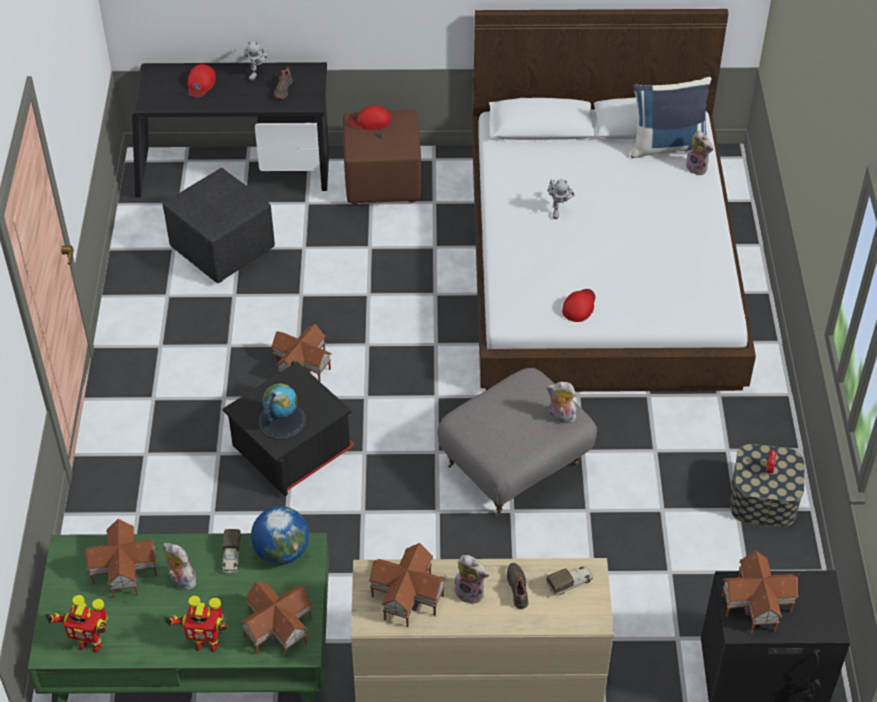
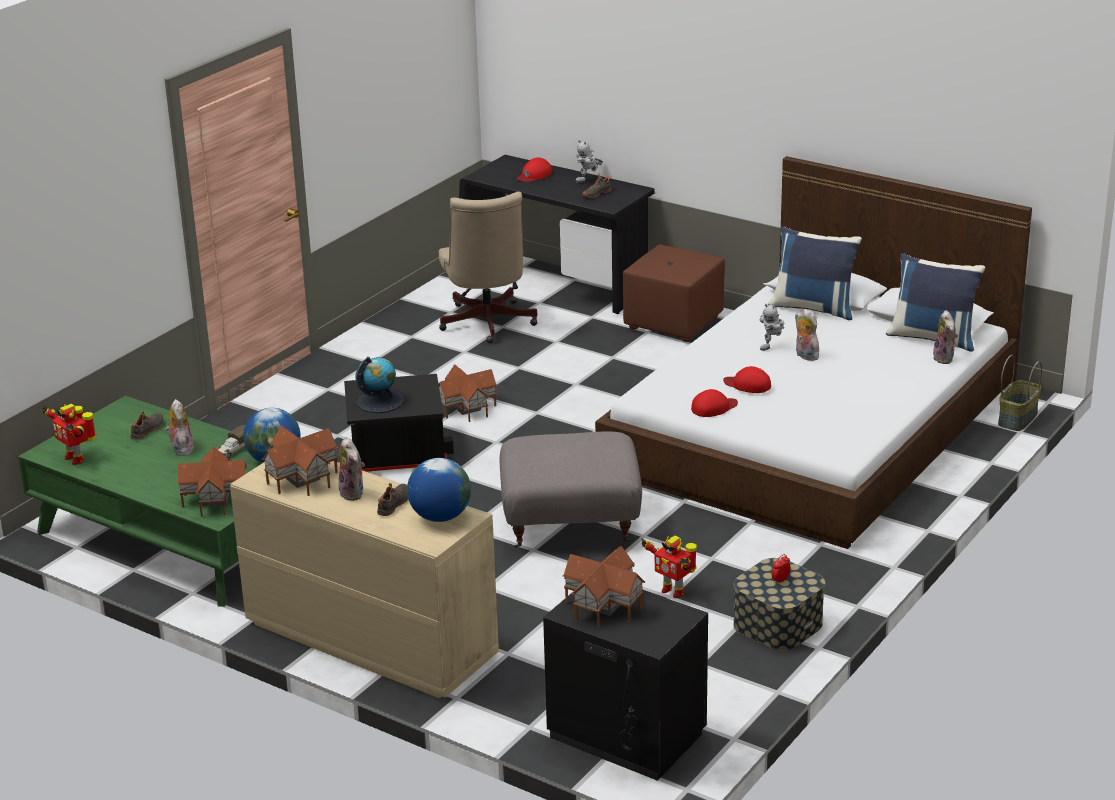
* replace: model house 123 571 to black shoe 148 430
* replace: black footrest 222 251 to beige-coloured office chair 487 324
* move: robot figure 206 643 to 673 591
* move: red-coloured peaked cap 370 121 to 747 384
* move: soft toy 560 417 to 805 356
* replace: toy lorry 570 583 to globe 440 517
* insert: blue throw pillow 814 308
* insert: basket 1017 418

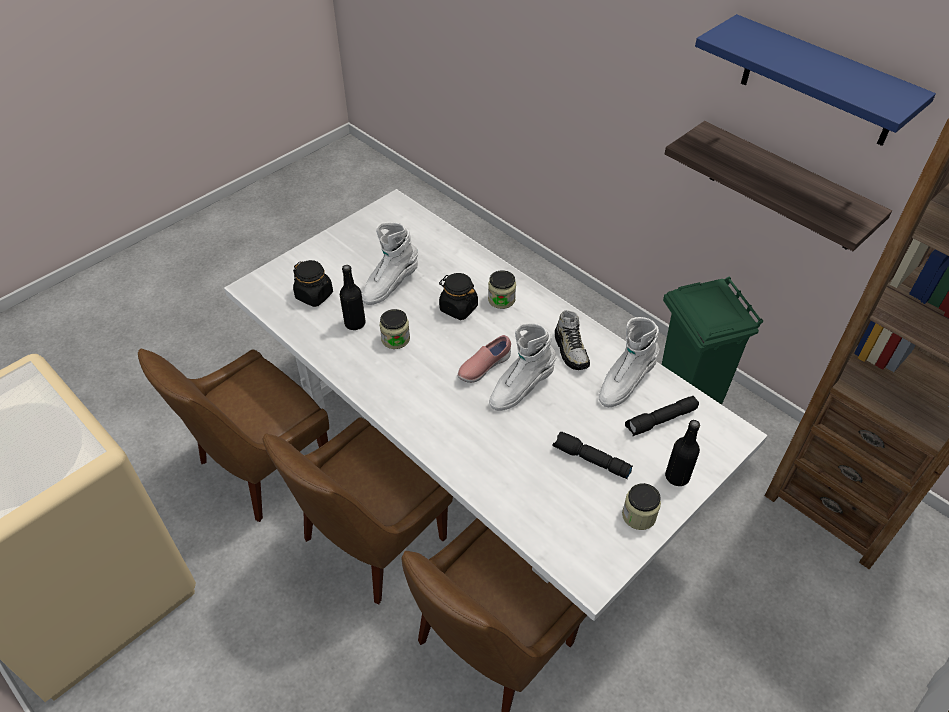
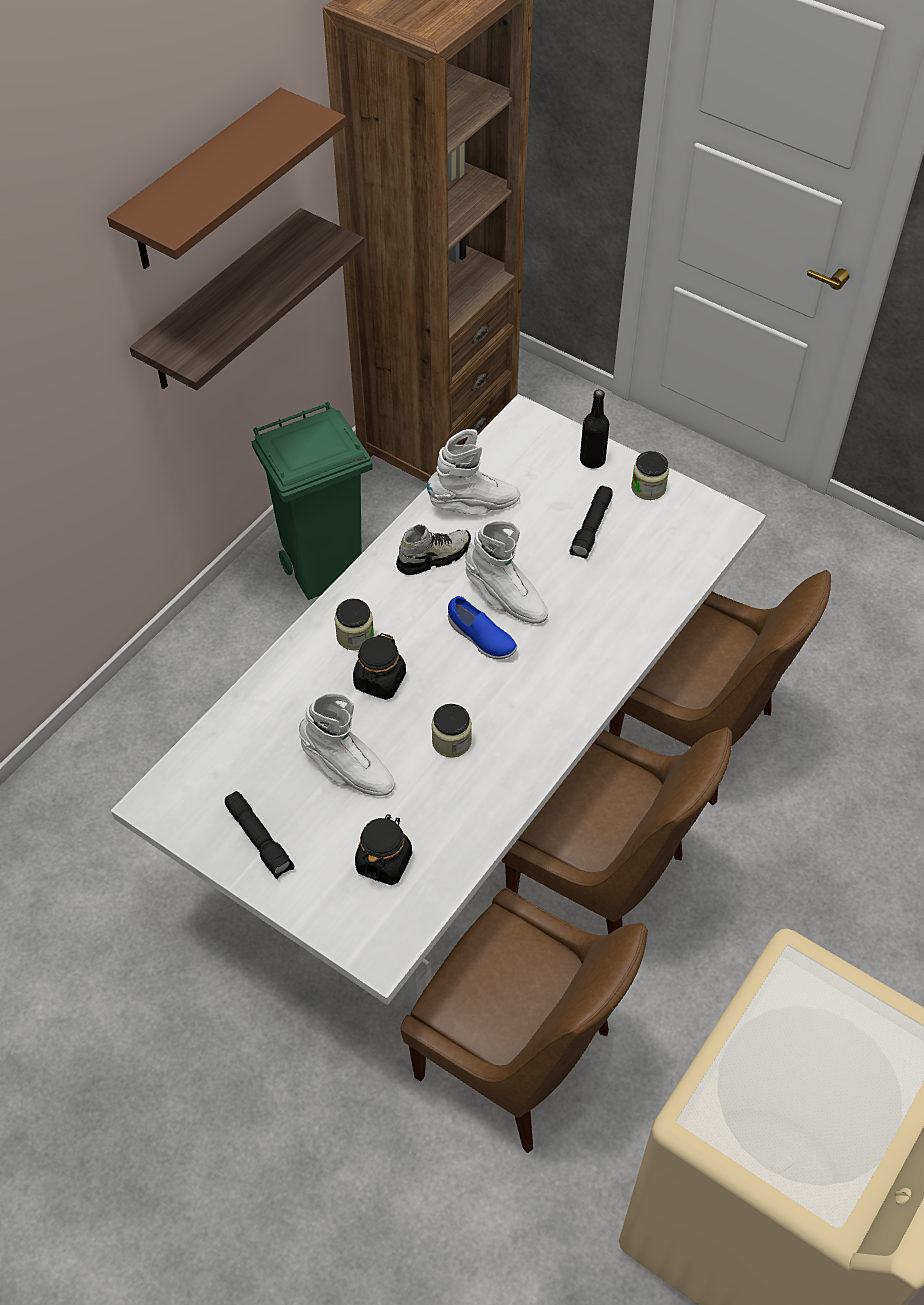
* delete: black drink bottle 355 323
* recolor: pinkish shoe 483 367 to blue shoe 480 639
* rotate: white boot 625 383 = 474 505 45 degrees counterclockwise
* move: black torch 661 421 to 260 839
* recolor: blue wall shelf 819 82 to brownish wall shelf 202 183

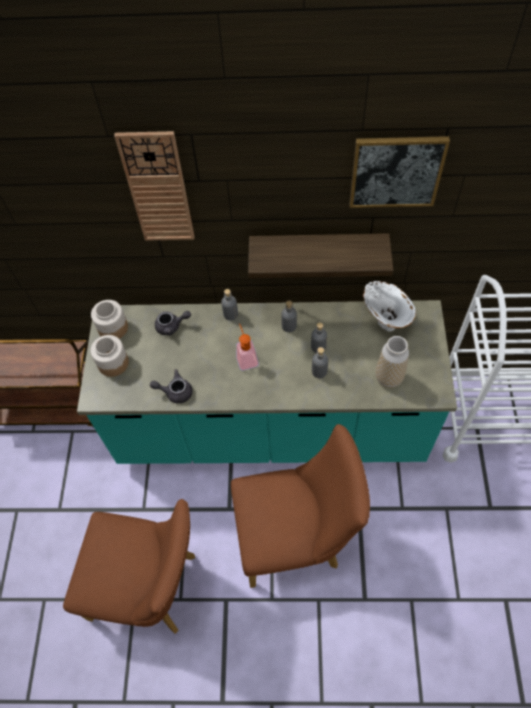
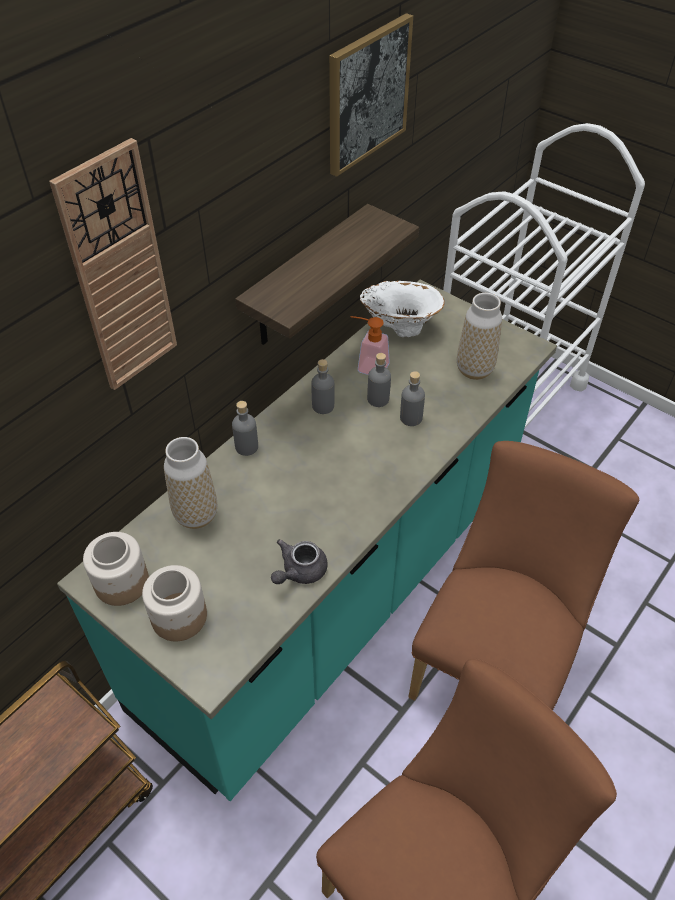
* replace: greyish pot for tea 172 326 to vase 196 515
* move: soap dispenser 246 358 to 367 366

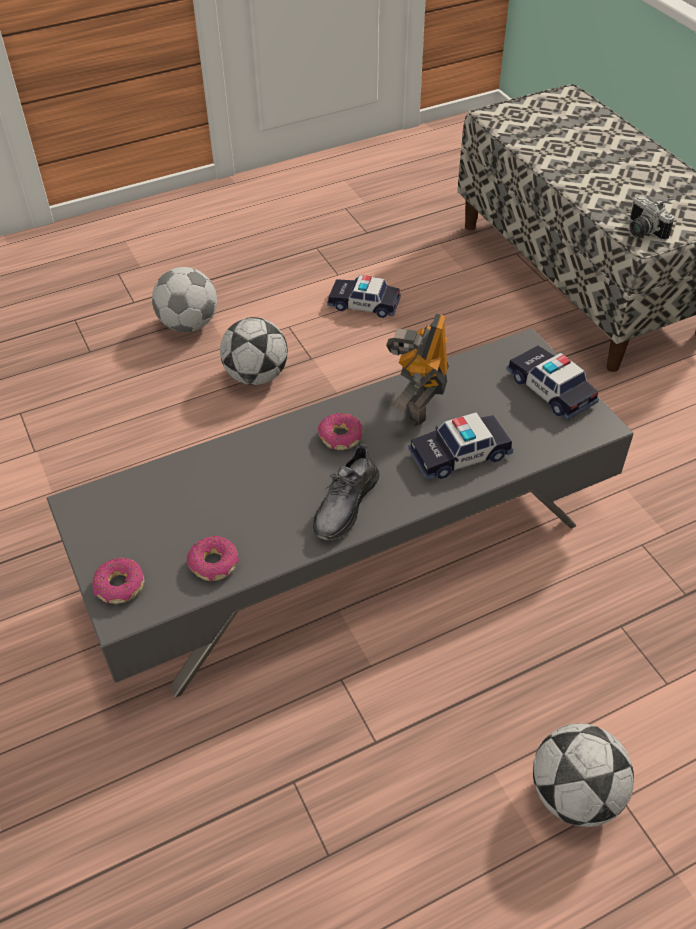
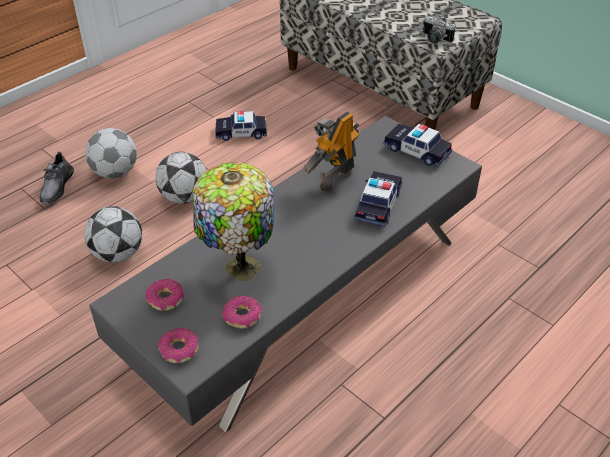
* move: greyish shoe 345 504 to 56 187
* move: ring doughnut 340 437 to 165 299
* rotate: robot figure 418 404 = 334 179 45 degrees clockwise
* rotate: model car 459 454 = 378 204 150 degrees clockwise
* move: ball for football 574 794 to 118 254
* insert: tabletop lamp 239 268

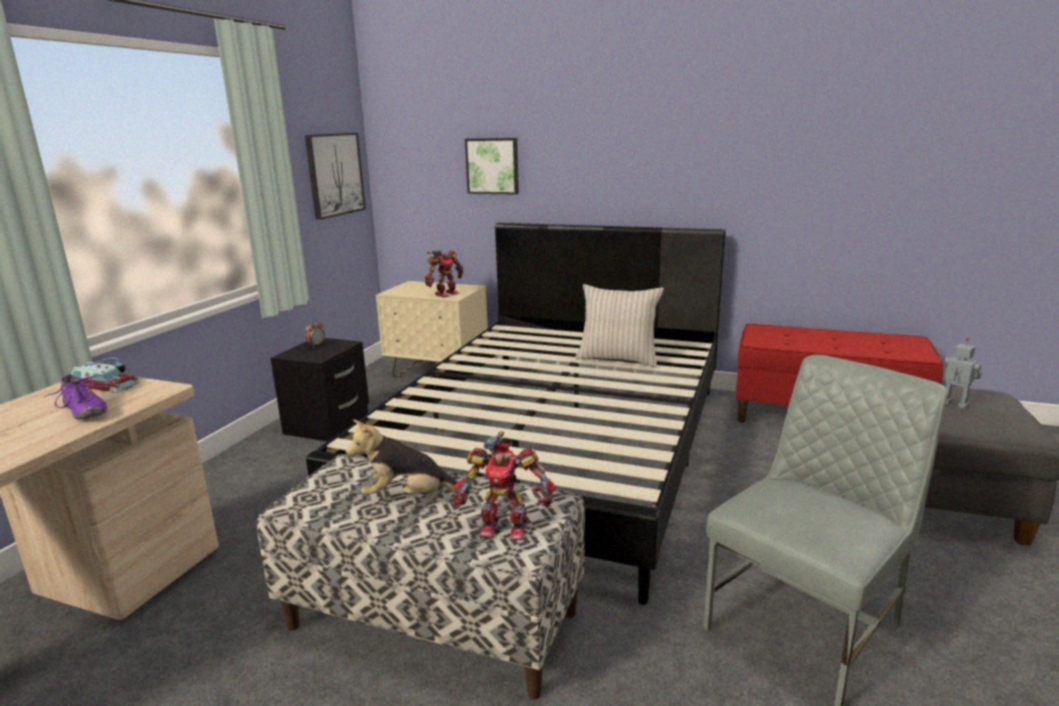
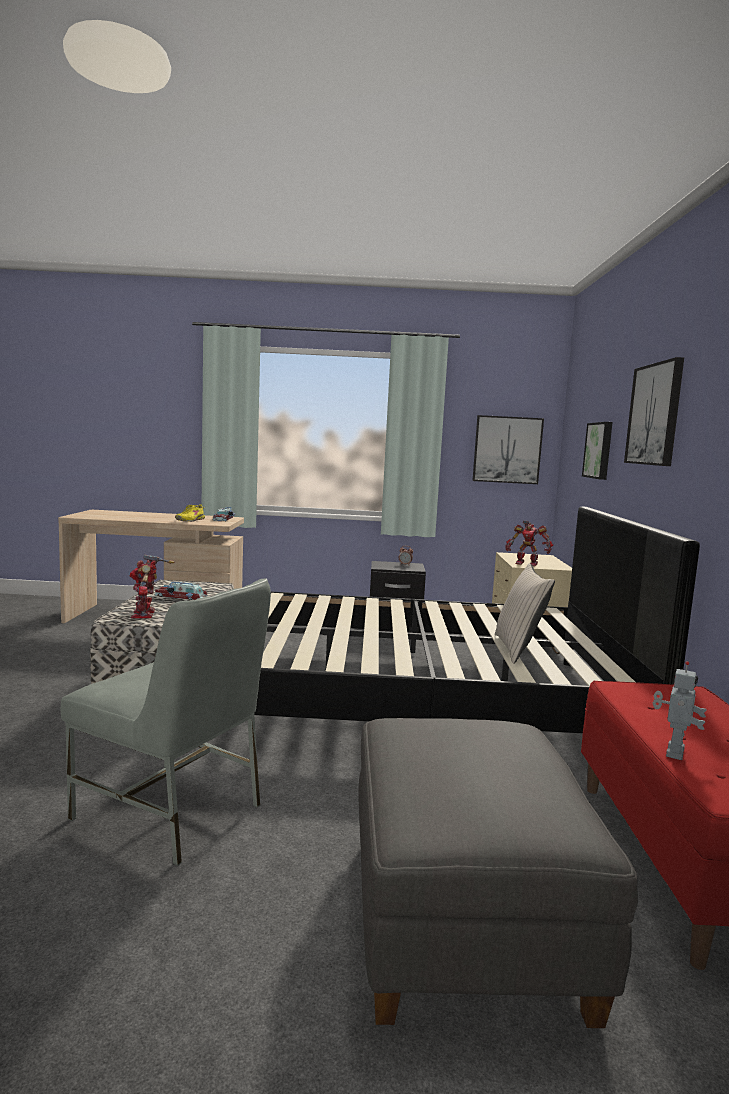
* recolor: purple-coloured shoe 84 411 to yellow-coloured shoe 190 520
* replace: soft toy 408 497 to model car 181 597
* move: robot figure 953 405 to 673 752
* insert: wall art 655 414

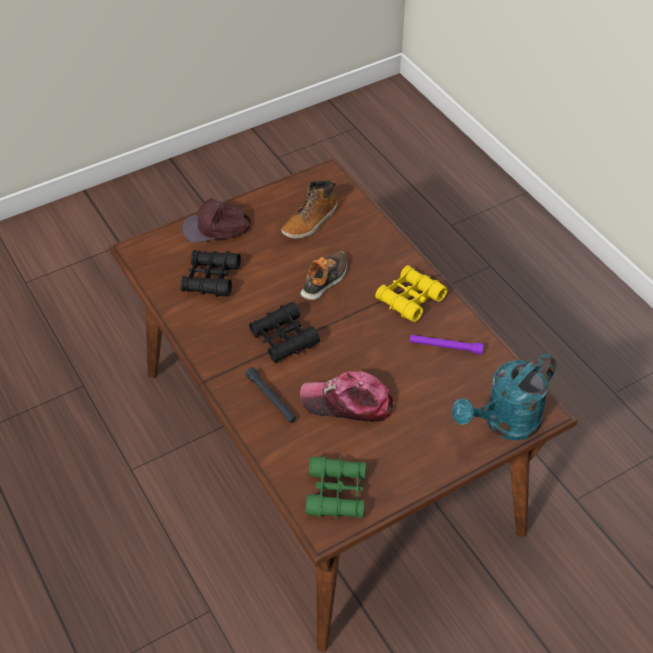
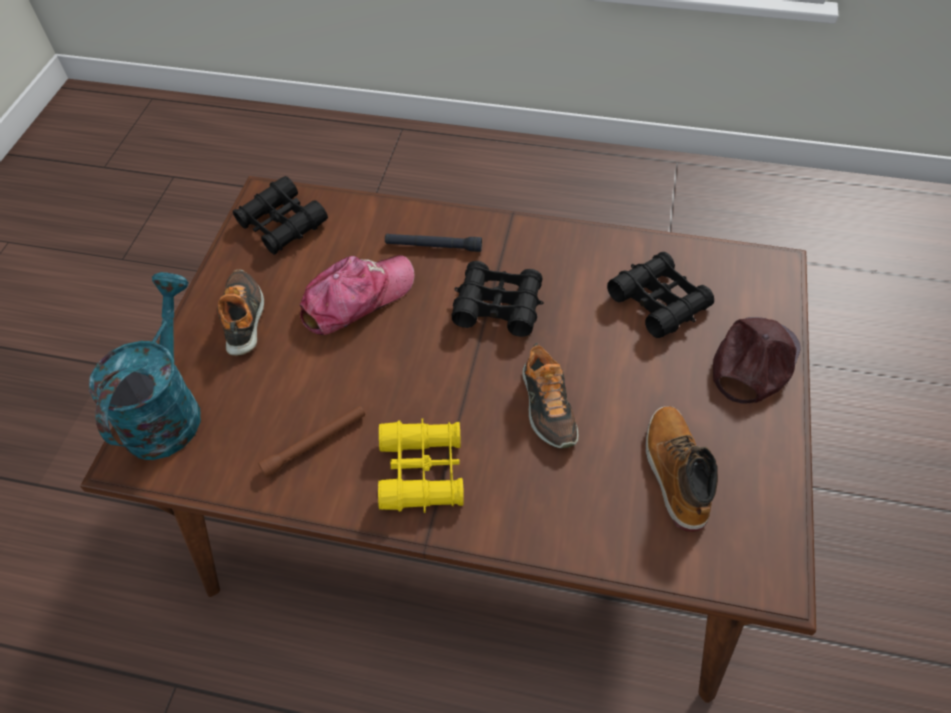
* recolor: green pair of binoculars 336 493 to black pair of binoculars 282 224
* recolor: purple-coloured torch 445 347 to brownish torch 315 443
* insert: shoe 244 317

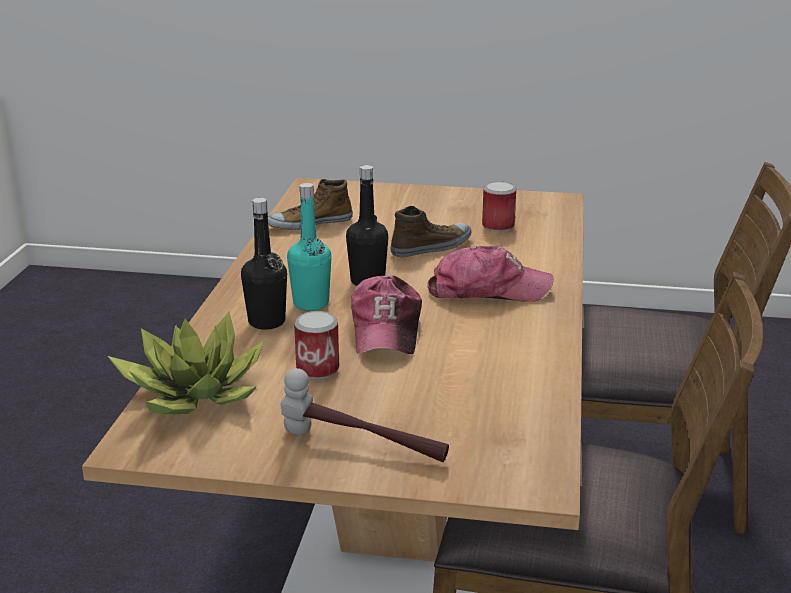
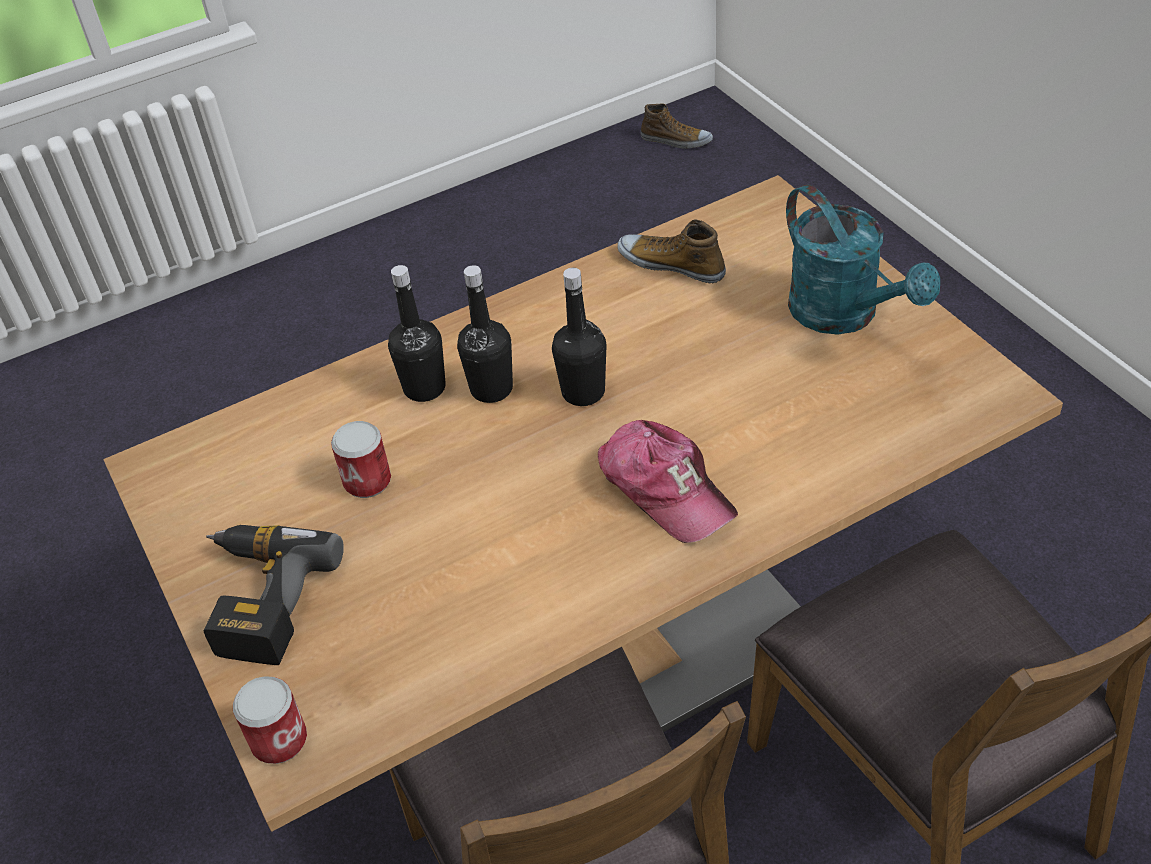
* delete: plant in a pot 192 394
* replace: hand hammer 362 447 to drill 258 600
* recolor: turquoise-coloured drink bottle 311 303 to black drink bottle 491 389
* delete: peaked cap 386 330
* move: shoe 432 247 to 676 140
* move: metal can 498 226 to 279 740
* insert: turquoise-coloured watering pot 845 315

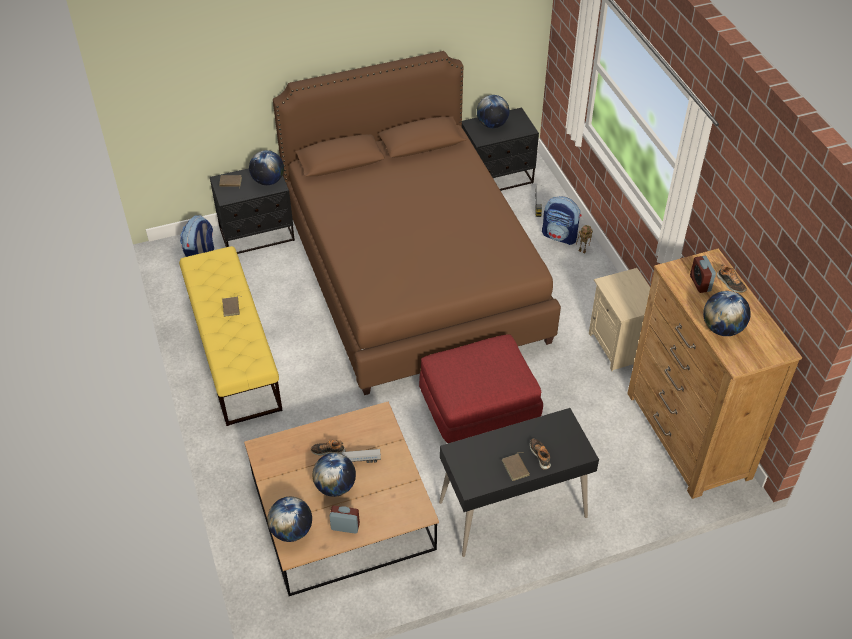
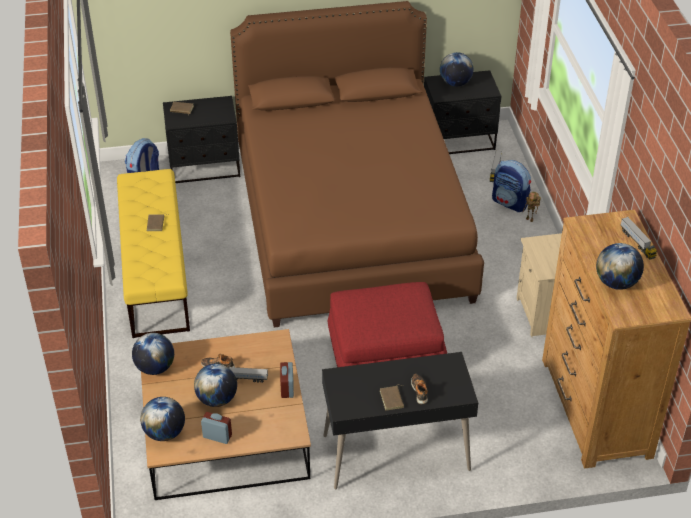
* move: globe 268 181 to 155 368
* move: table clock 700 283 to 287 388
* replace: shoe 730 283 to toy lorry 637 243

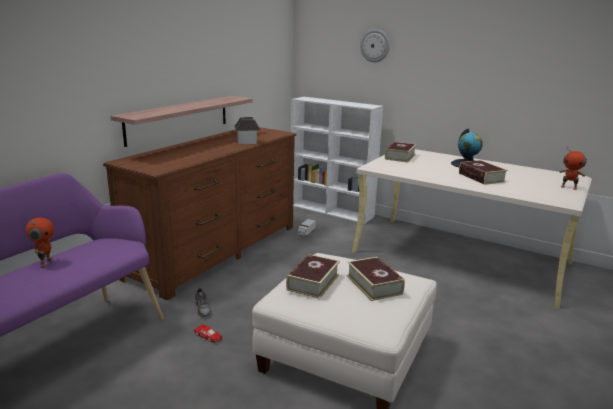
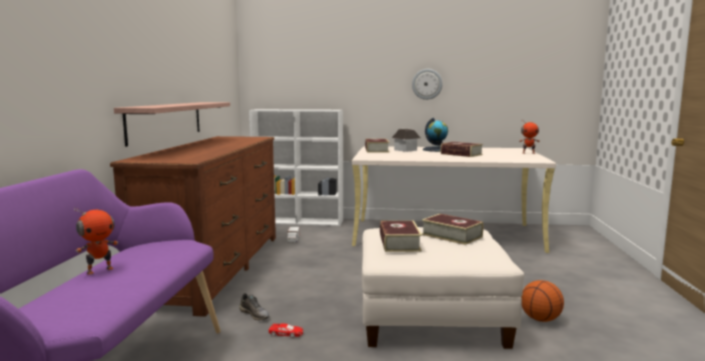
* rotate: robot figure 45 263 = 99 270 75 degrees clockwise
* move: model house 247 141 to 405 150
* move: hanging clock 375 45 to 427 84
* insert: basketball ball 540 319

